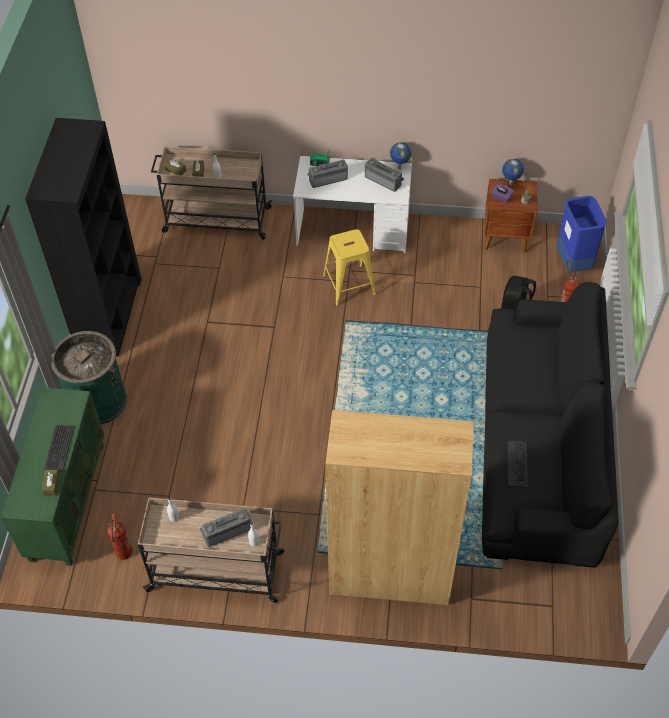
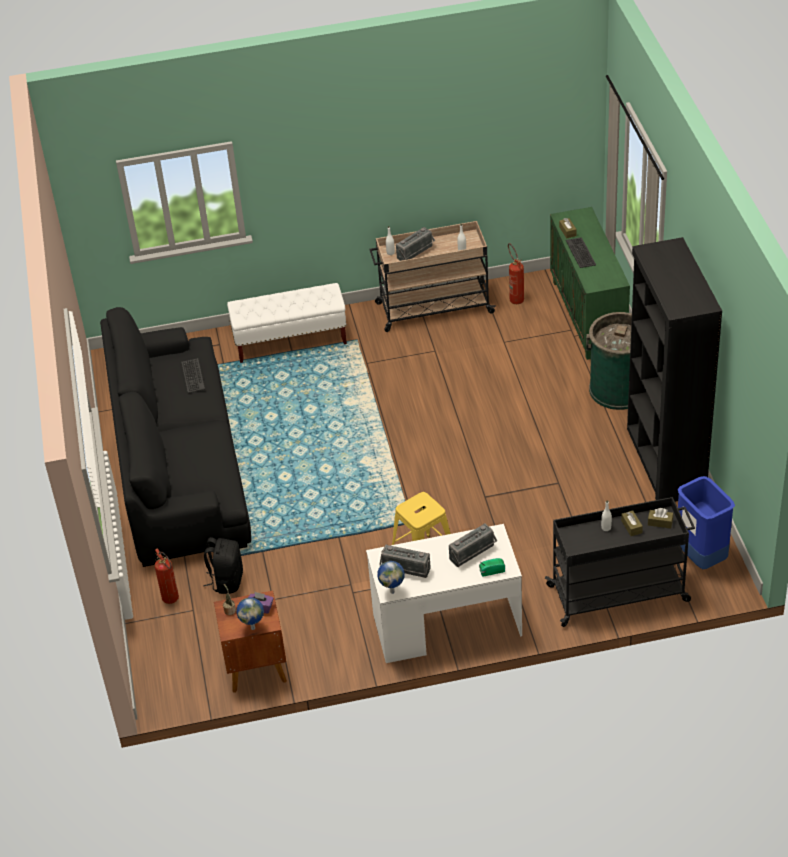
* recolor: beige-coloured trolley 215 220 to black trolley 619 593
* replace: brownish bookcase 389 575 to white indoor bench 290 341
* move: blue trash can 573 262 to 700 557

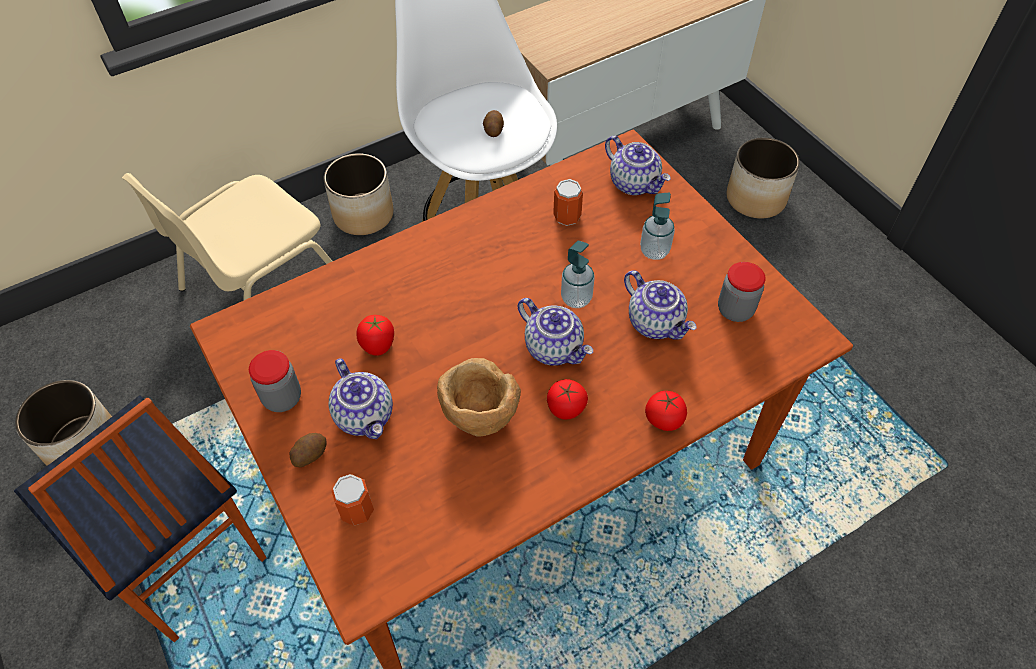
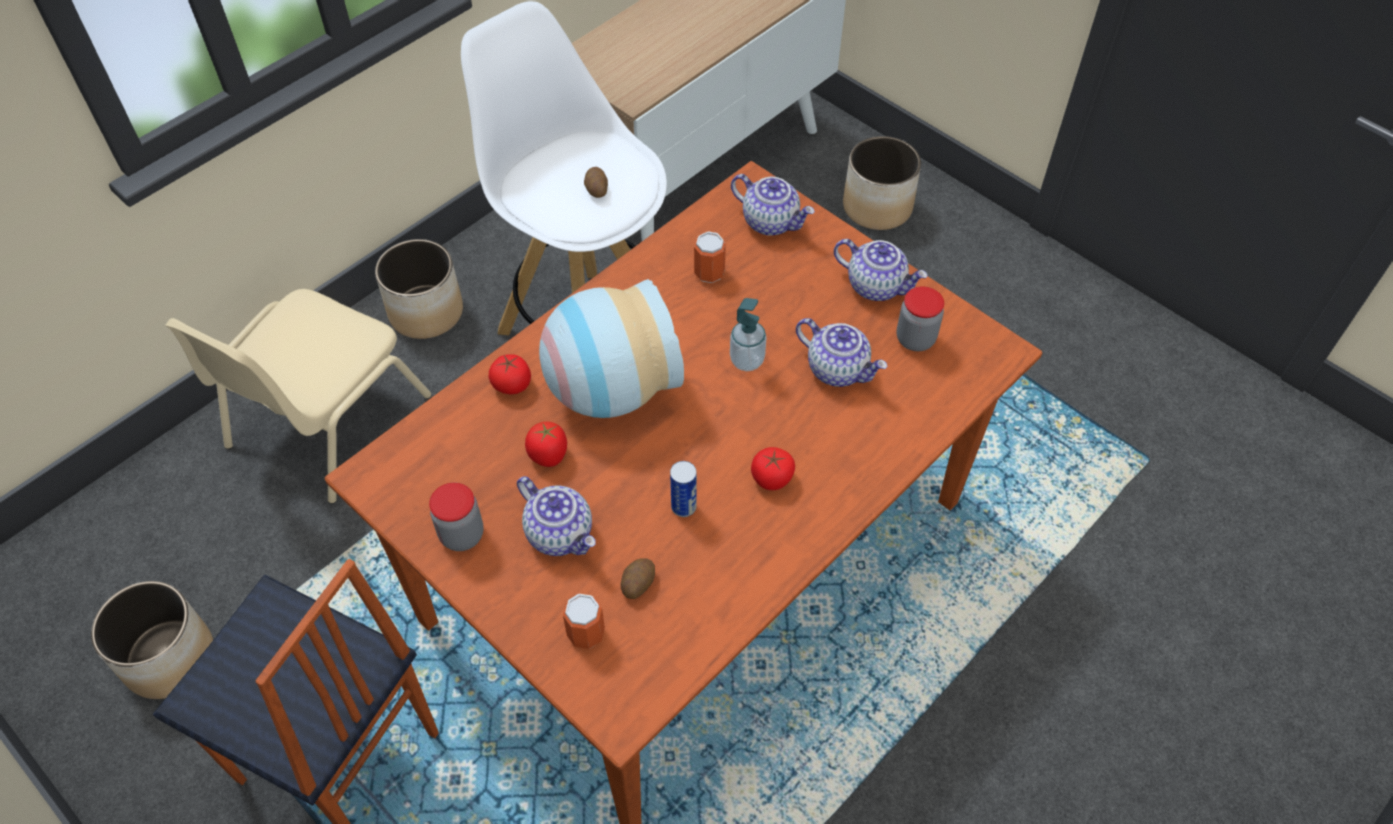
* move: spud 309 454 to 637 583
* replace: brownish deep dish 479 416 to metal can 683 507
* move: pot for tea 554 348 to 876 285
* delete: soap dispenser 654 251
* move: whole tomato 664 419 to 512 385
* insert: vase 610 389

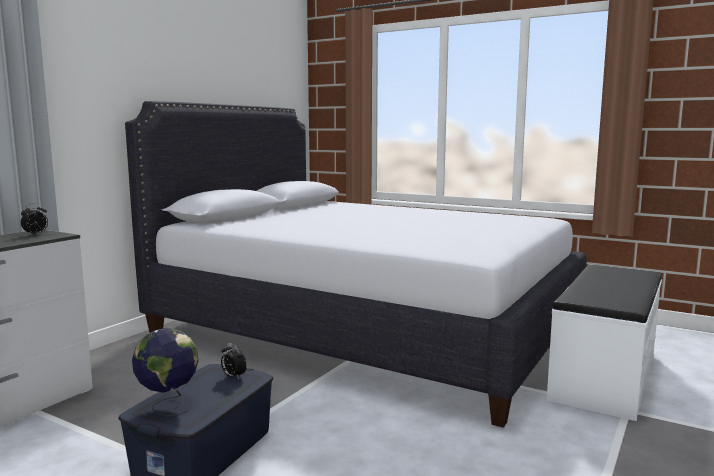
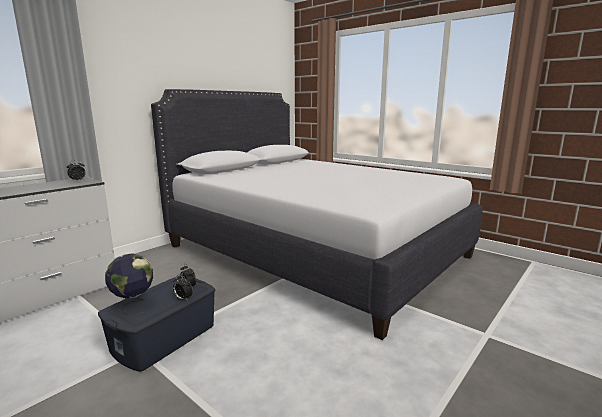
* delete: white indoor bench 603 376
* insert: table clock 183 299

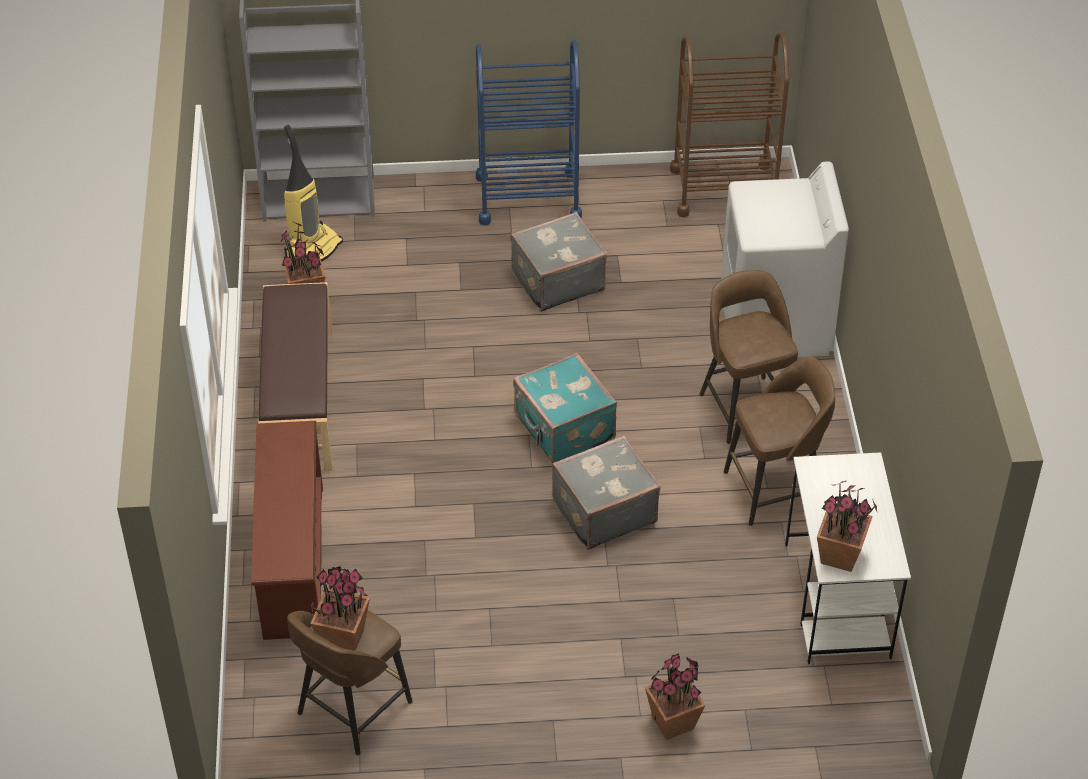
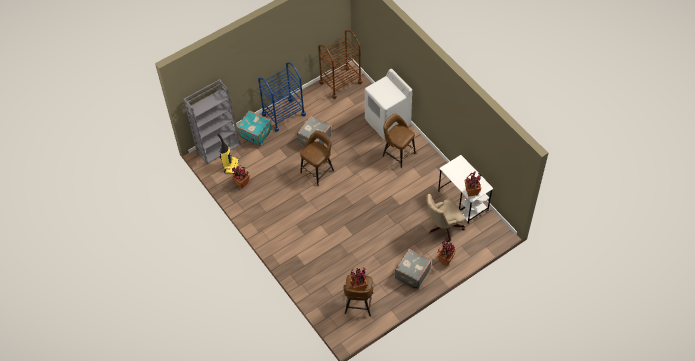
* delete: brownish shoe shelf 292 561
* delete: brownish indoor bench 298 401
* move: turquoise-coloured suitcase 563 430 to 255 134
* move: greyish suitcase 603 511 to 411 274
* move: brownish stool 775 489 to 318 171
* insert: beige-coloured office chair 443 227

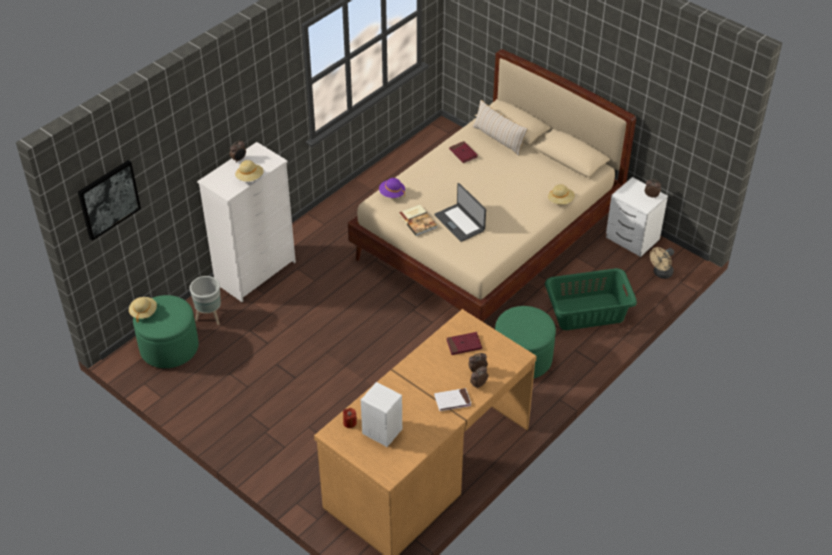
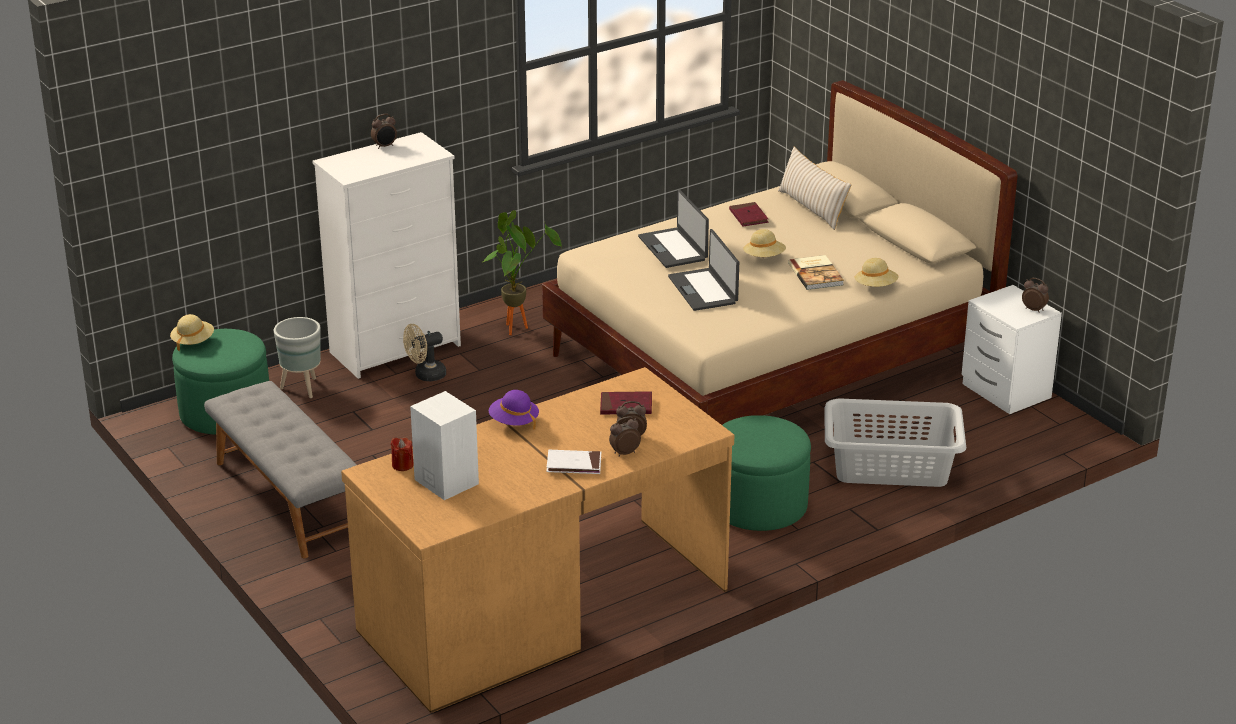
* delete: wall art 108 199
* move: beige-coloured clothing hat 250 178 to 764 257
* move: purple-coloured clothing hat 392 194 to 514 422
* move: volume 418 221 to 816 274
* recolor: green hamper 588 312 to greyish hamper 892 467
* move: beige-coloured electric fan 661 274 to 425 375
* insert: greyish indoor bench 287 499
* insert: plant in a pot 518 326
* insert: laptop 673 248

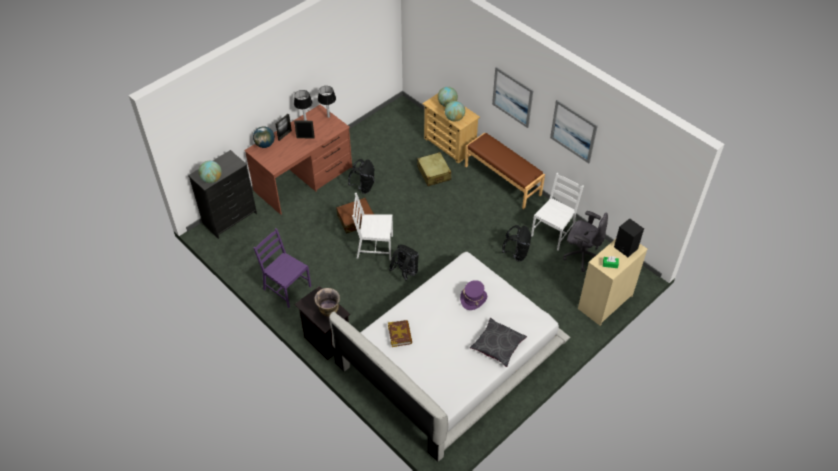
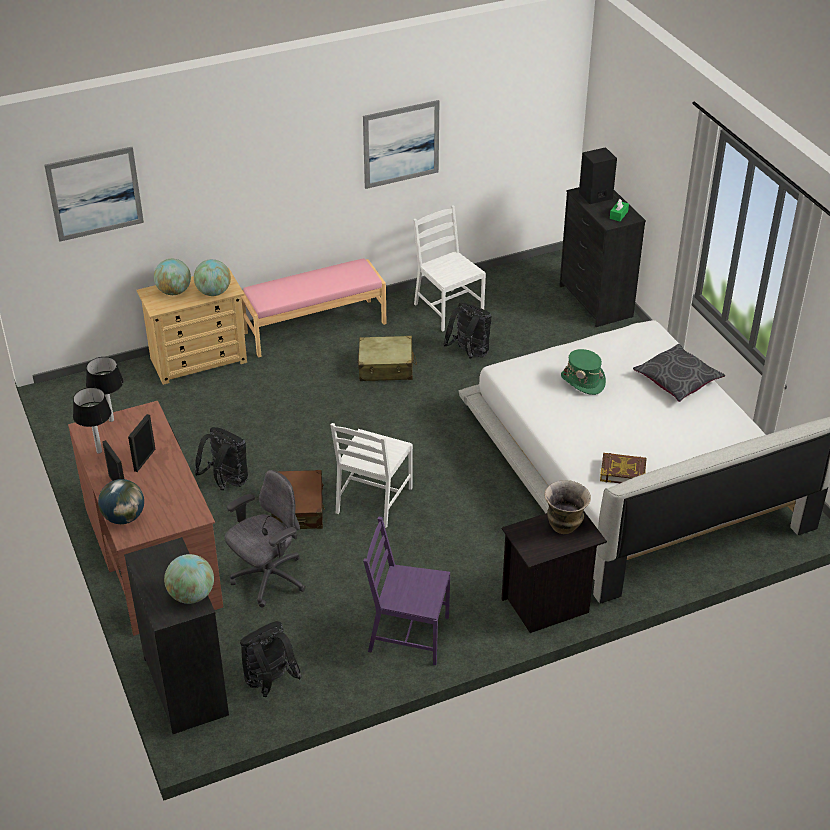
* rotate: purple-coloured plain chair 286 288 = 408 635 45 degrees clockwise
* move: black knapsack 405 272 to 270 682
* move: beige-coloured suitcase 434 173 to 386 367
* recolor: purple-coloured clothing hat 473 299 to green clothing hat 583 381
* recolor: brownish indoor bench 503 180 to pinkish indoor bench 314 327
* move: wall art 512 97 to 95 193
* move: greyish office chair 581 255 to 268 579
* recolor: beige-coloured drawer chest 604 302 to black drawer chest 595 301

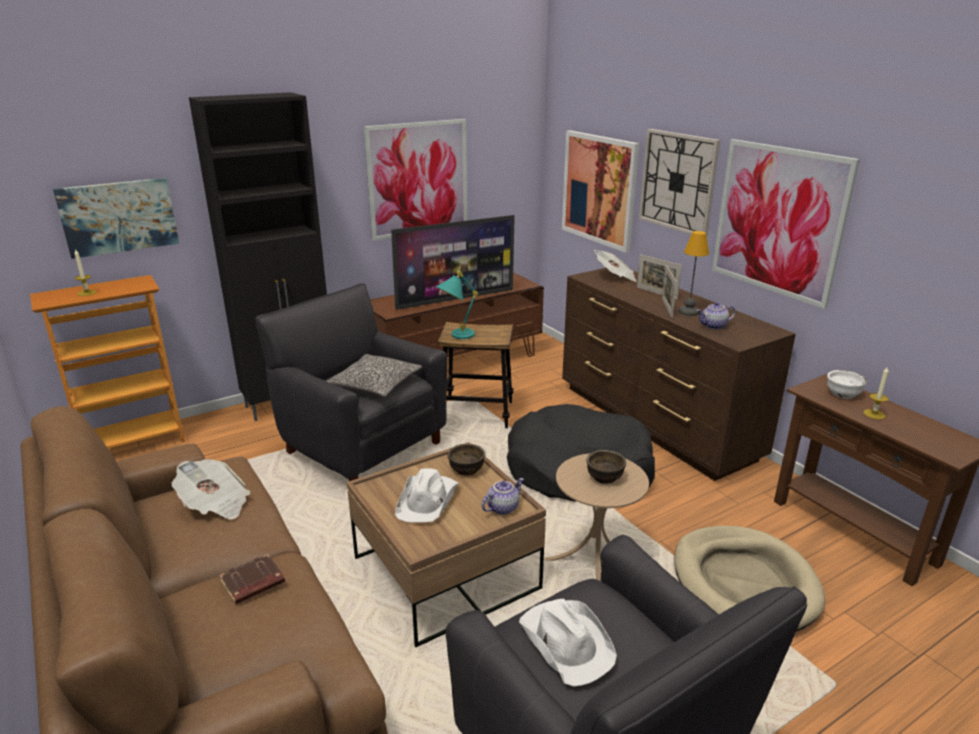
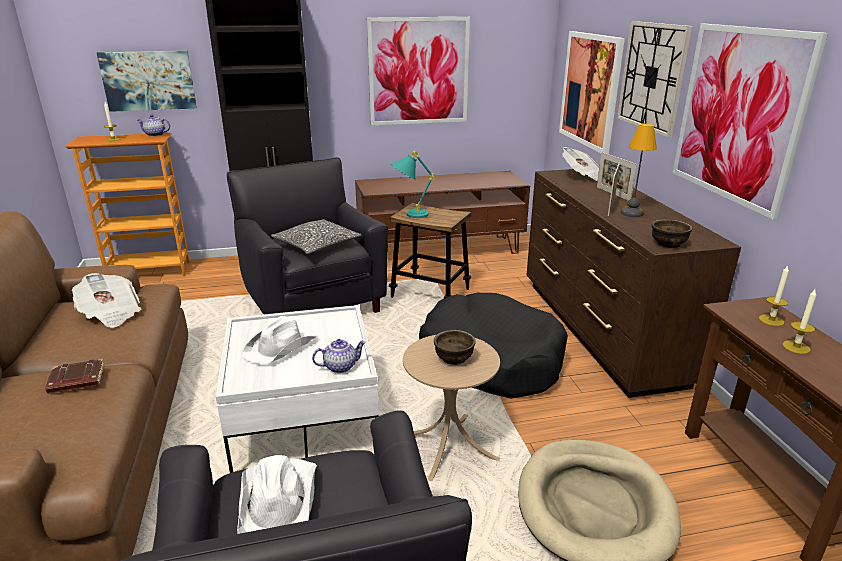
* recolor: brownish lounge table 445 573 to white lounge table 304 422
* delete: television 455 299
* move: brownish deep dish 467 469 to 668 244
* move: pot for tea 714 326 to 155 135
* replace: white deep dish 843 394 to wax light 771 320

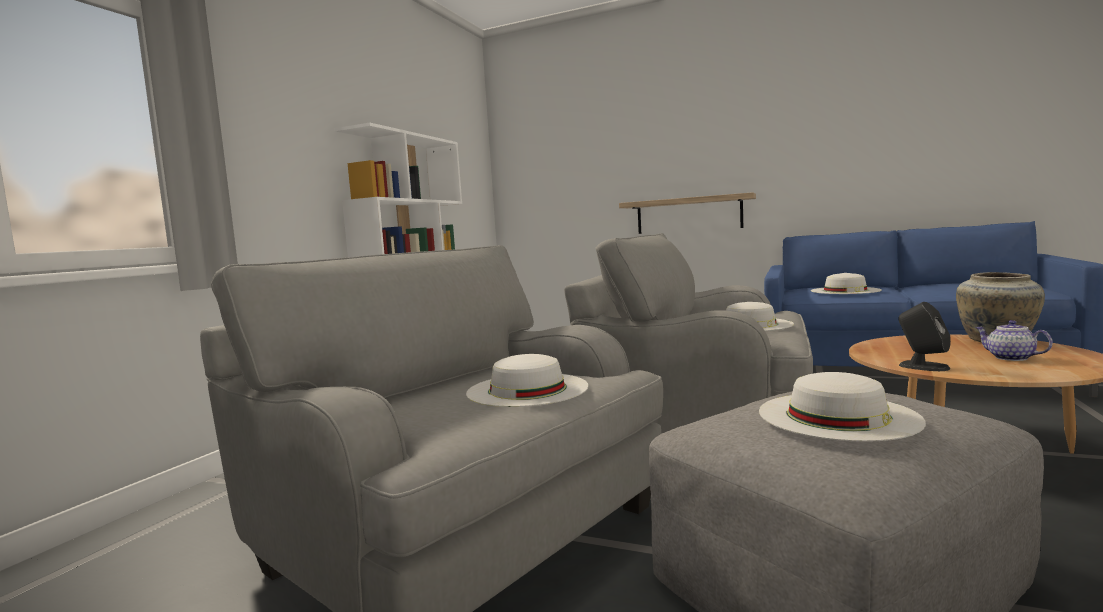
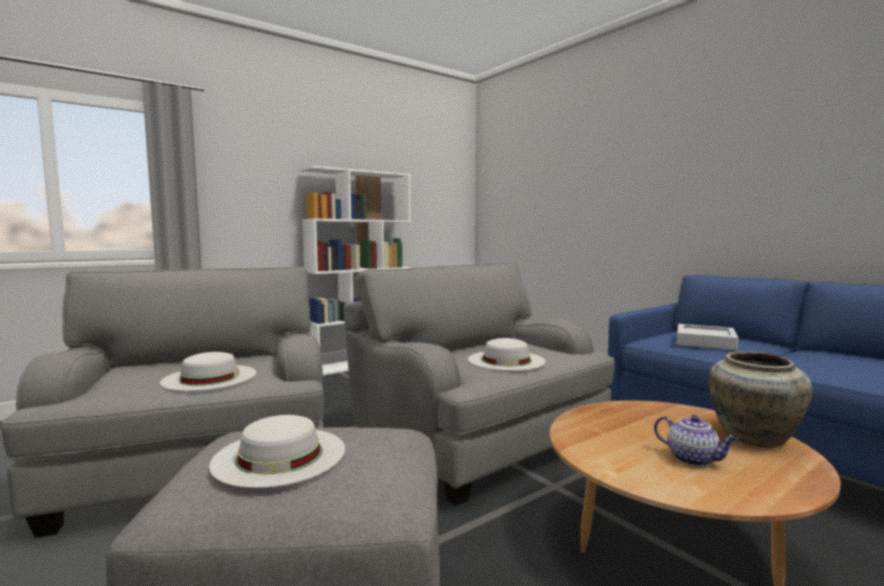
* delete: wall shelf 688 214
* replace: white clothing hat 845 290 to greyish carrying tray 705 342
* delete: black audio speaker 923 366
* rotate: pot for tea 1009 358 = 693 459 135 degrees clockwise

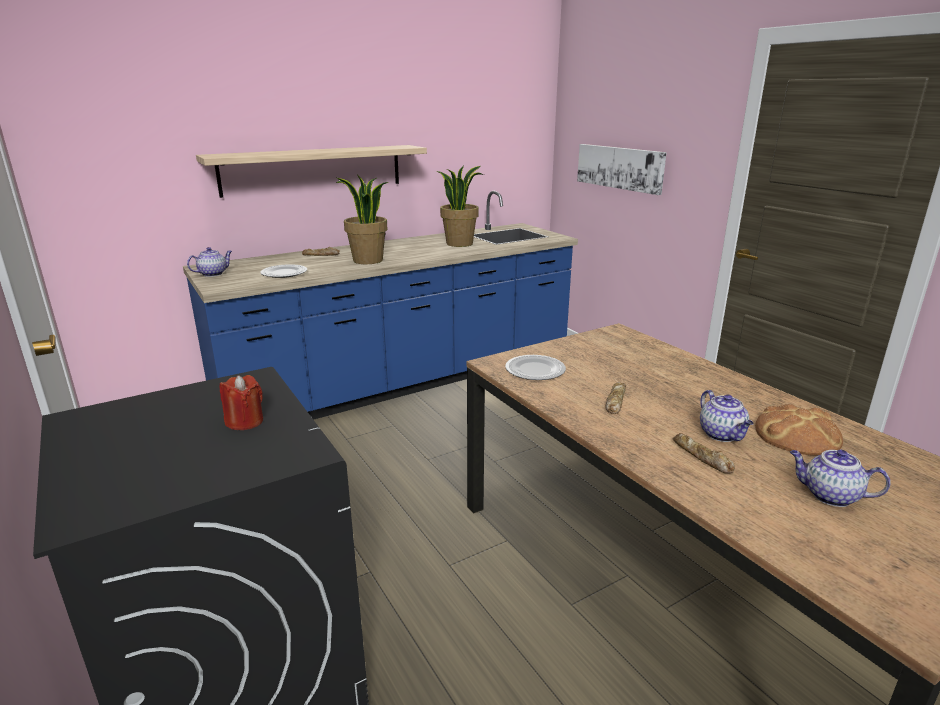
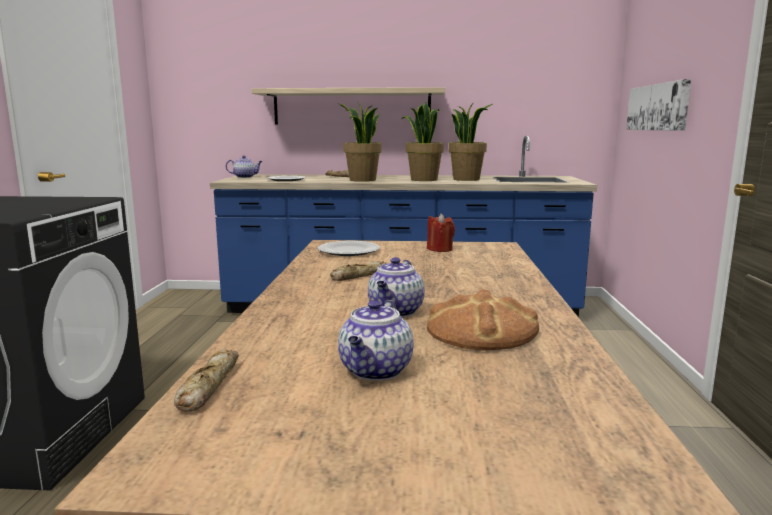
* move: red-coloured wax light 245 422 to 440 249
* move: bakery bread 701 457 to 208 386
* rotate: pot for tea 829 495 = 376 371 135 degrees counterclockwise
* insert: plant in a pot 423 180

